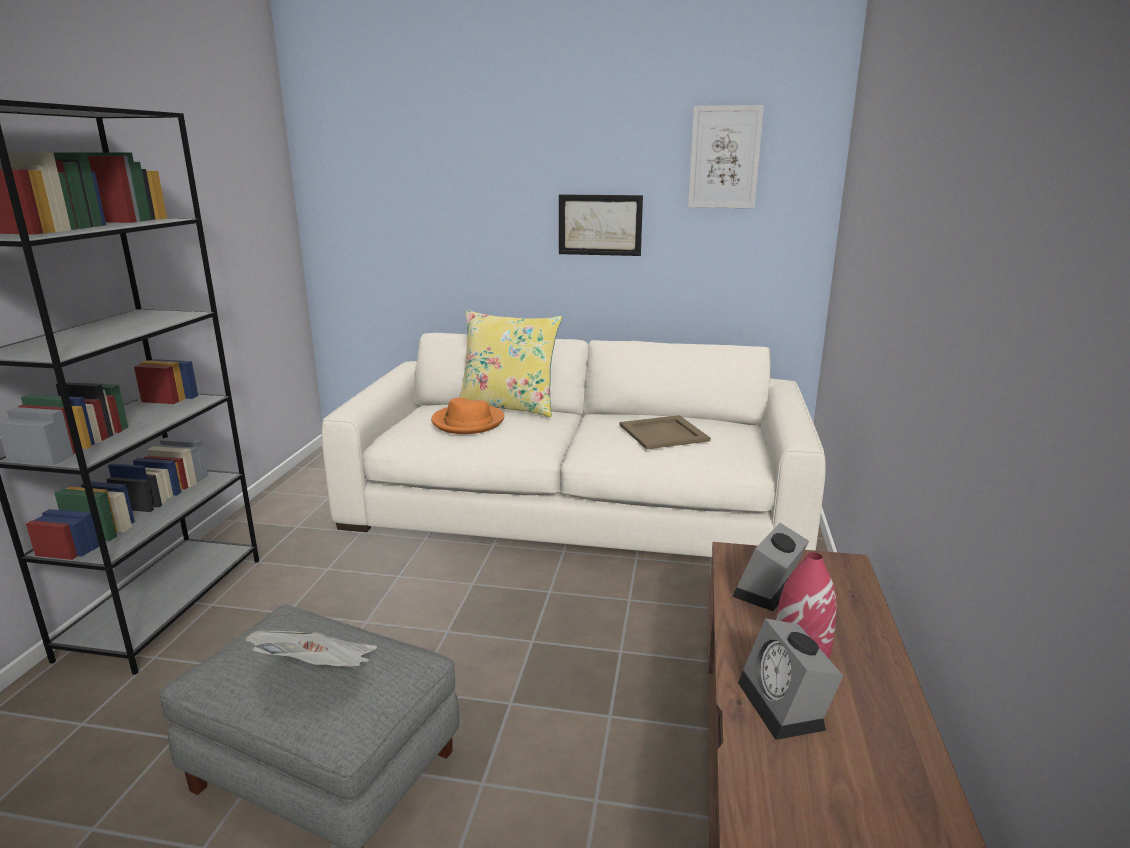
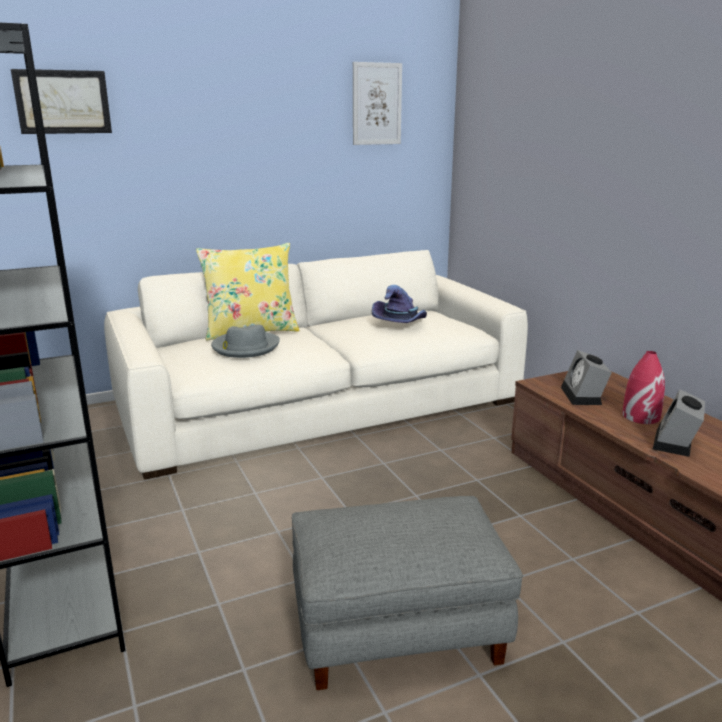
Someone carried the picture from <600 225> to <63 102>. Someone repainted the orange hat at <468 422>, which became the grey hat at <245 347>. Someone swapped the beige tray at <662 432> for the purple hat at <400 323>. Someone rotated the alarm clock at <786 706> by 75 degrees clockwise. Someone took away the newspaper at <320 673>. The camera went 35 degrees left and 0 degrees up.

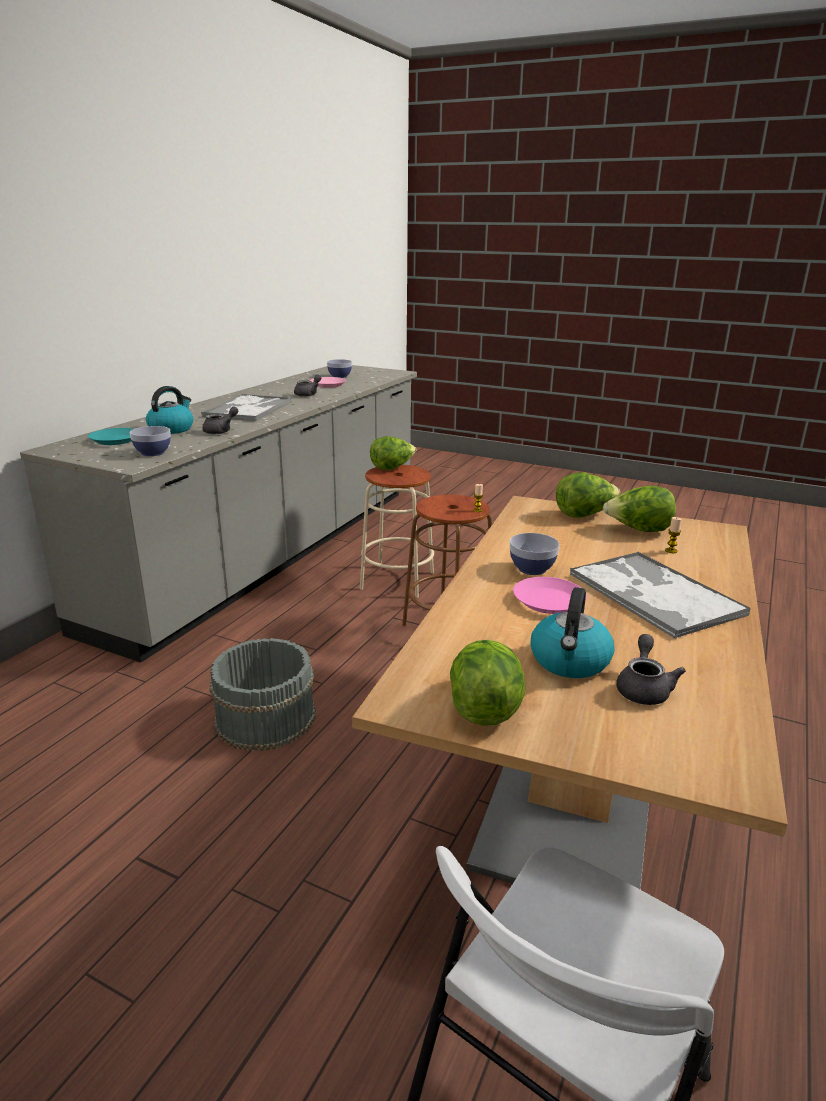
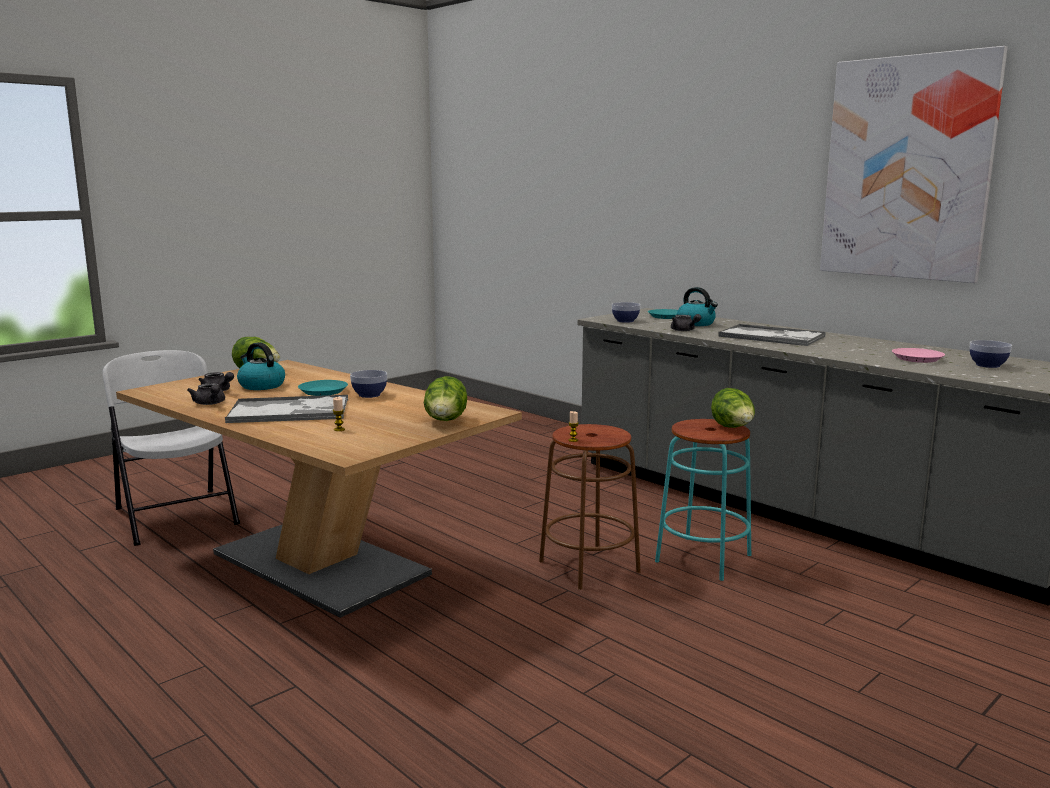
Someone carried the grey teapot from <308 394> to <210 403>. Someone repainted the beige stool at <397 580>, which became the turquoise stool at <703 558>. Someone took away the lettuce at <638 530>. Someone repainted the pink plate at <549 601>, which became the turquoise plate at <322 391>. Someone took away the grey bucket at <264 717>. Someone put up the picture at <907 168>. The camera went 110 degrees right and 10 degrees down.

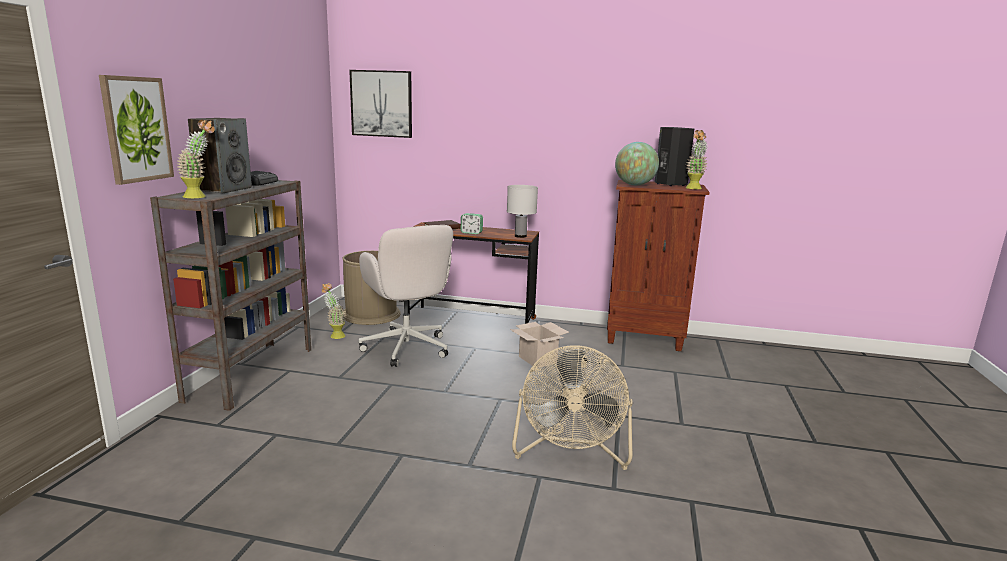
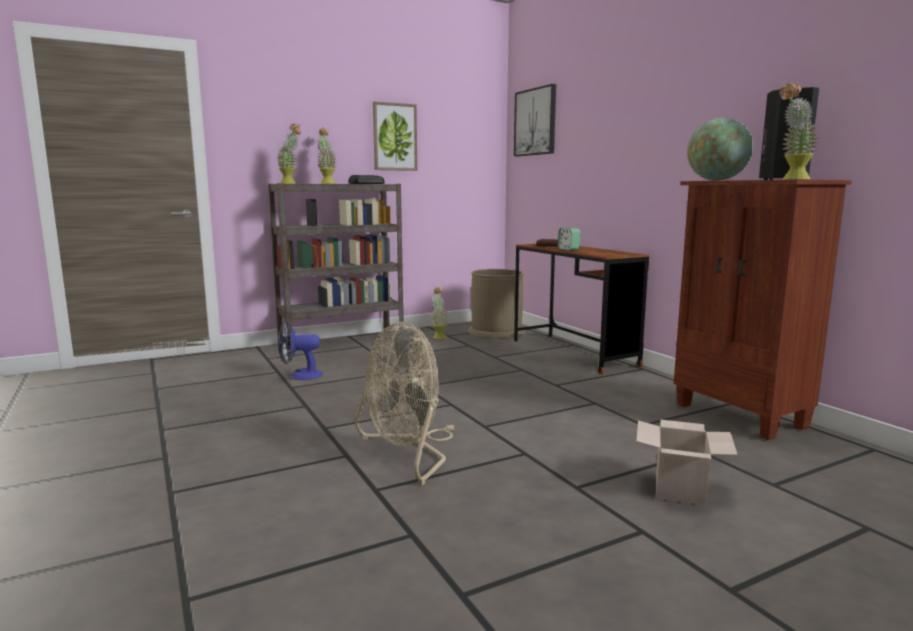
Someone carried the picture from <136 129> to <394 137>. Someone swapped the speaker at <224 189> for the potted plant at <326 183>. Someone took away the white table lamp at <520 236>. Someone took away the white office chair at <406 348>. Someone carried the cardboard box from <538 360> to <681 489>. Someone put down the fan at <300 375>. The camera went 50 degrees right and 5 degrees down.

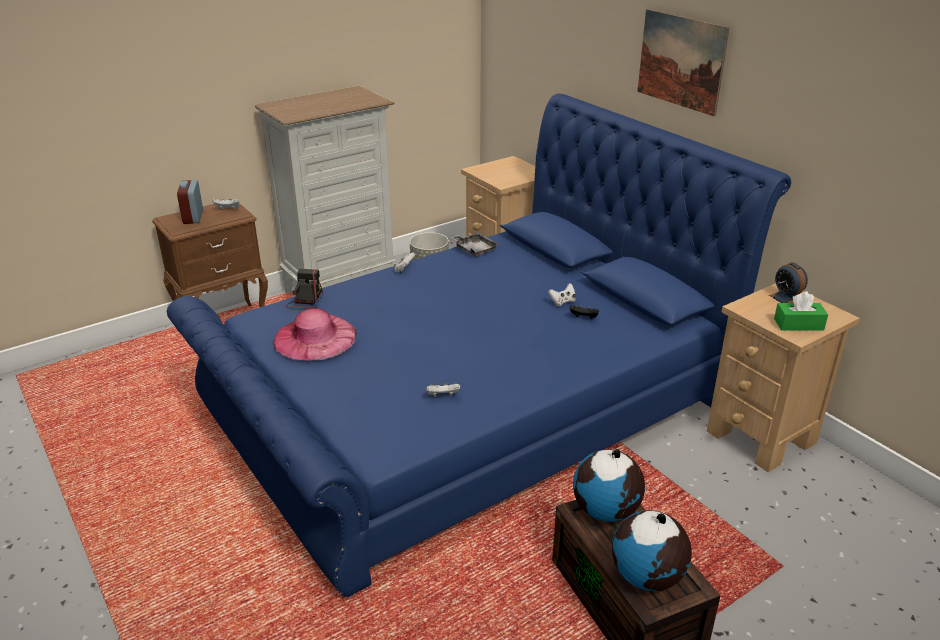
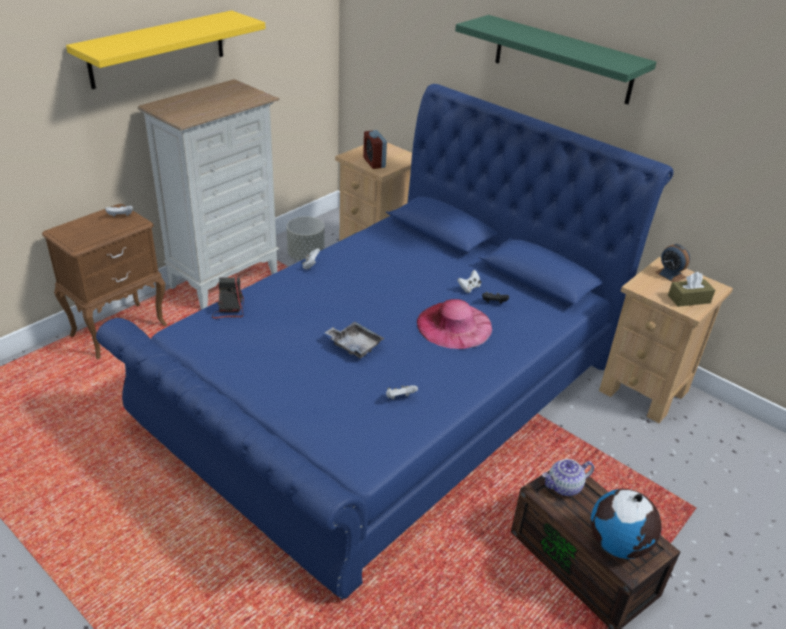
Someone swapped the picture at <681 61> for the green shelf at <563 59>. Someone carried the alarm clock from <193 217> to <374 163>. Someone carried the grey tray from <474 249> to <354 345>. Someone repainted the green tissue box at <798 324>, which became the brown tissue box at <689 299>. Someone carried the pink hat from <315 337> to <454 325>. Someone swapped the globe at <606 511> for the teapot at <564 487>. Someone put up the yellow shelf at <158 49>. The camera went 15 degrees left and 5 degrees up.

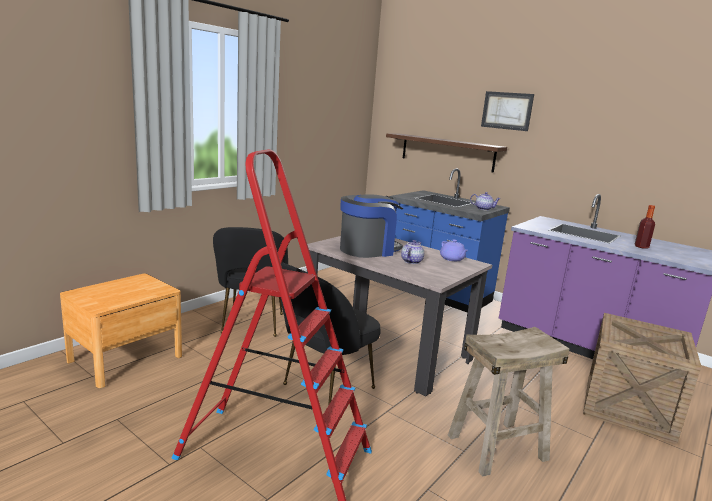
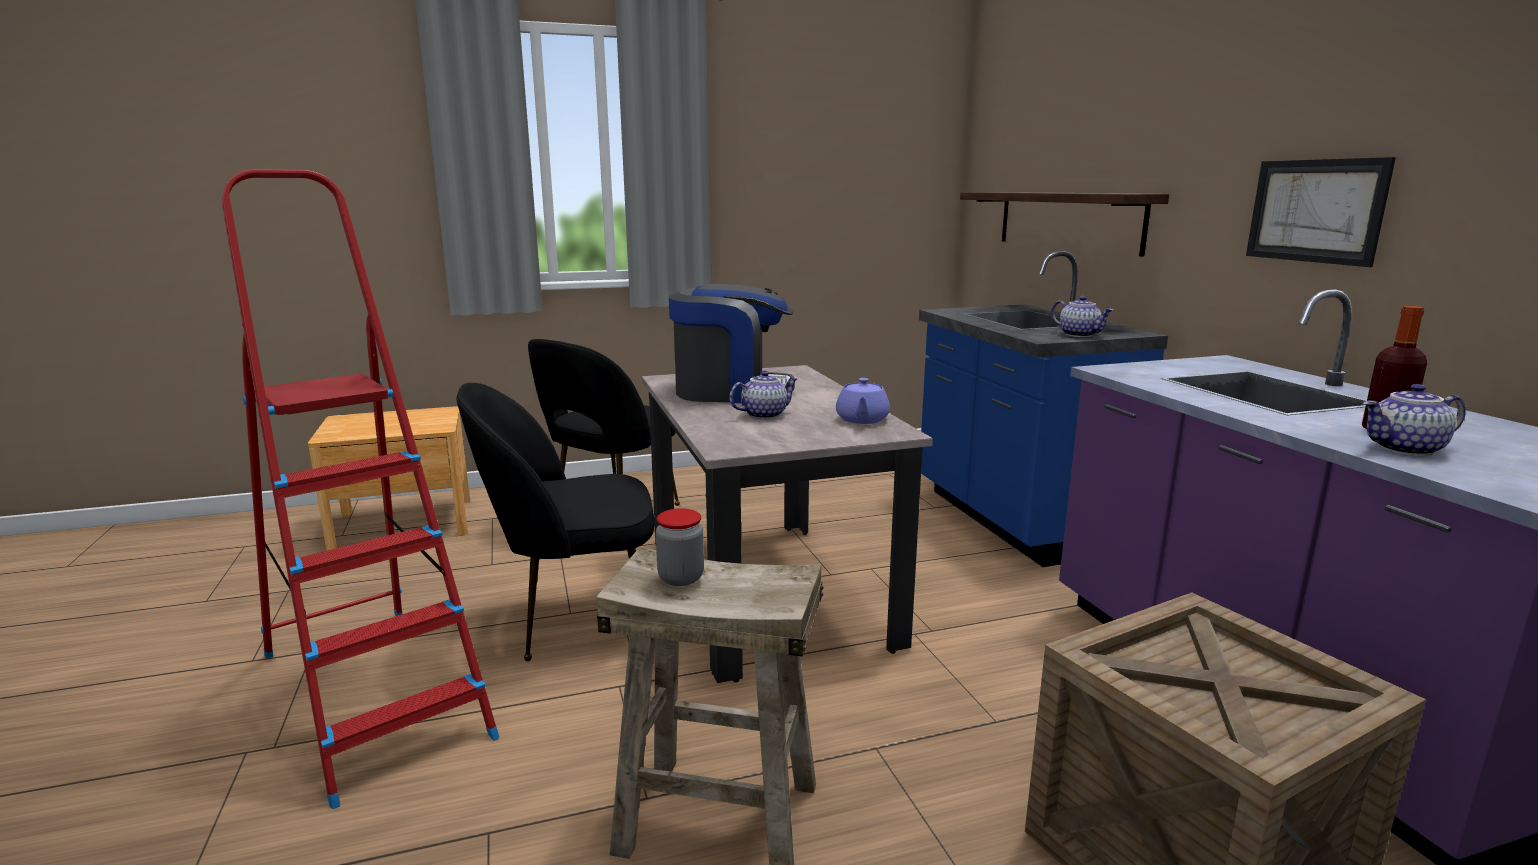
Someone carried the picture from <507 111> to <1315 211>. Someone put down the teapot at <1405 450>. Someone put down the jar at <681 578>. The camera went 35 degrees right and 0 degrees up.

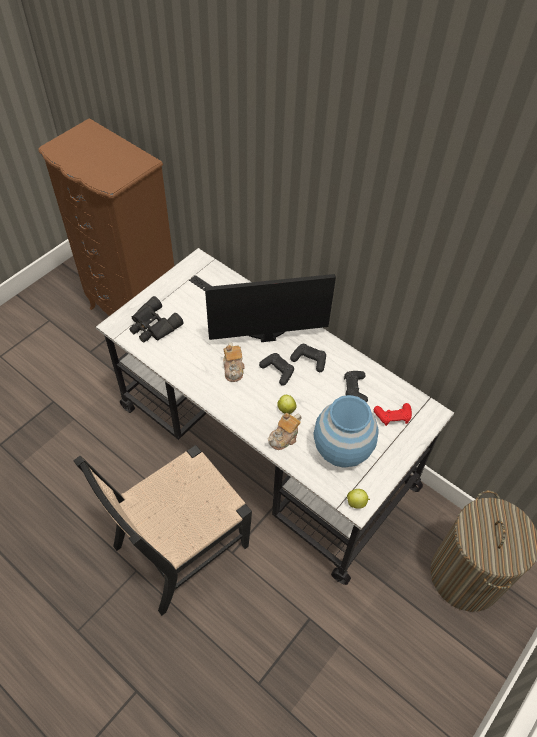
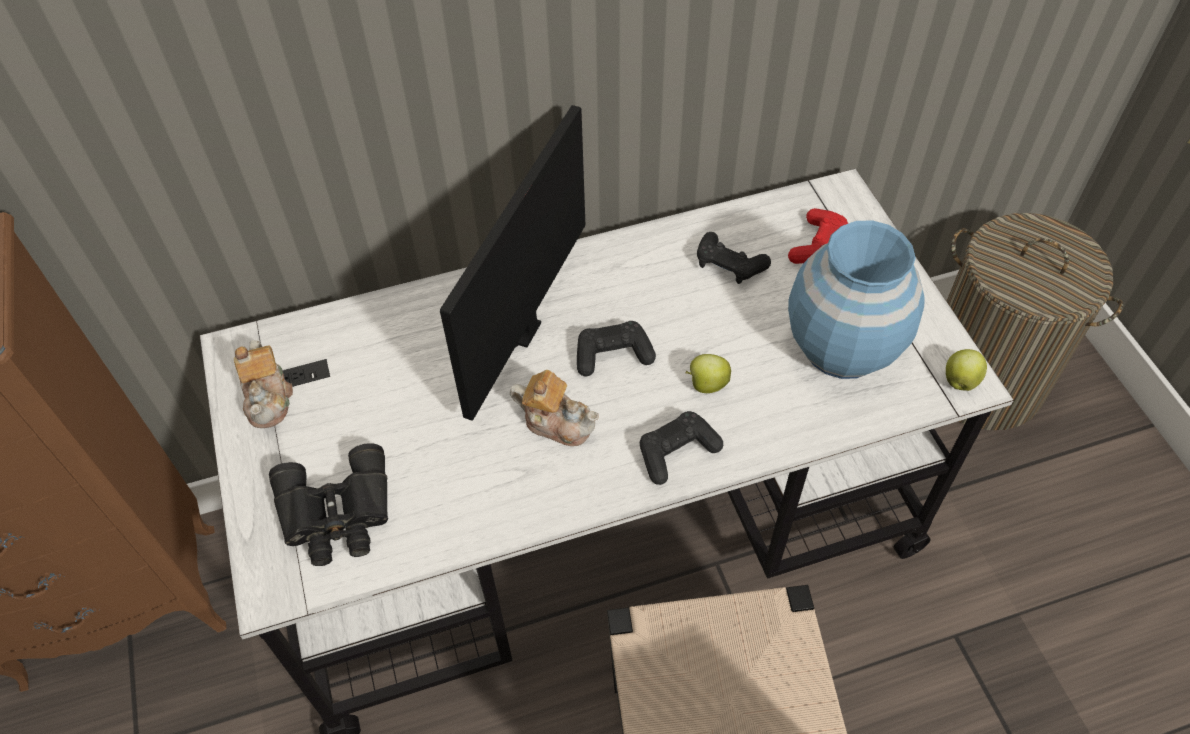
Someone carried the black game controller from <309 360> to <677 452>. Someone carried the teapot from <284 437> to <269 398>. The camera went 55 degrees left and 0 degrees up.

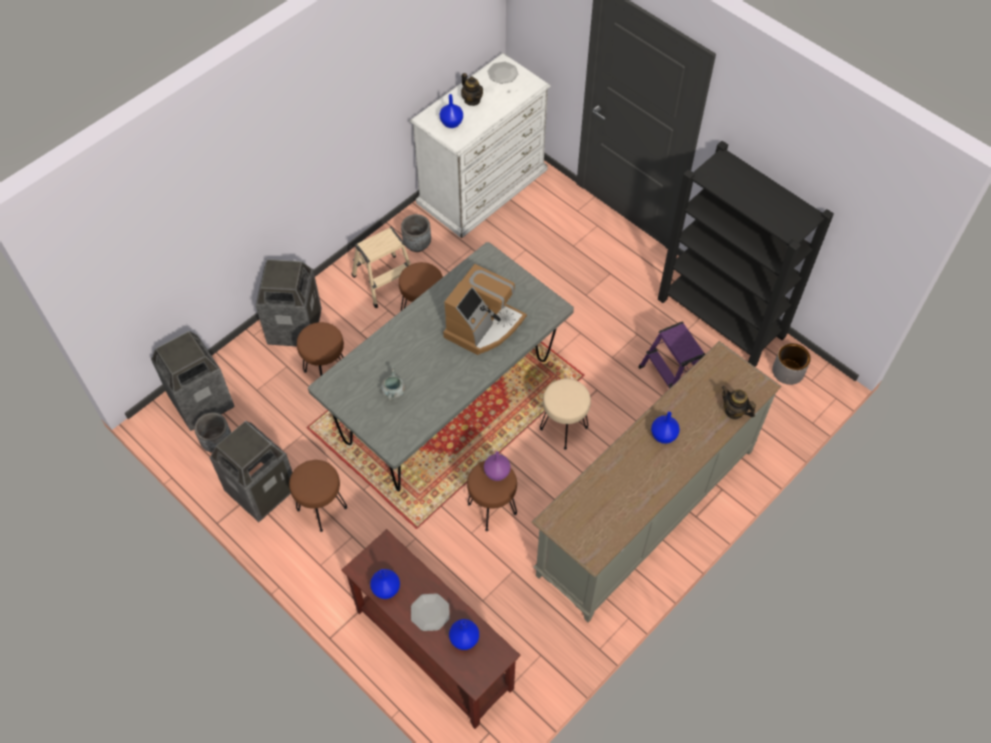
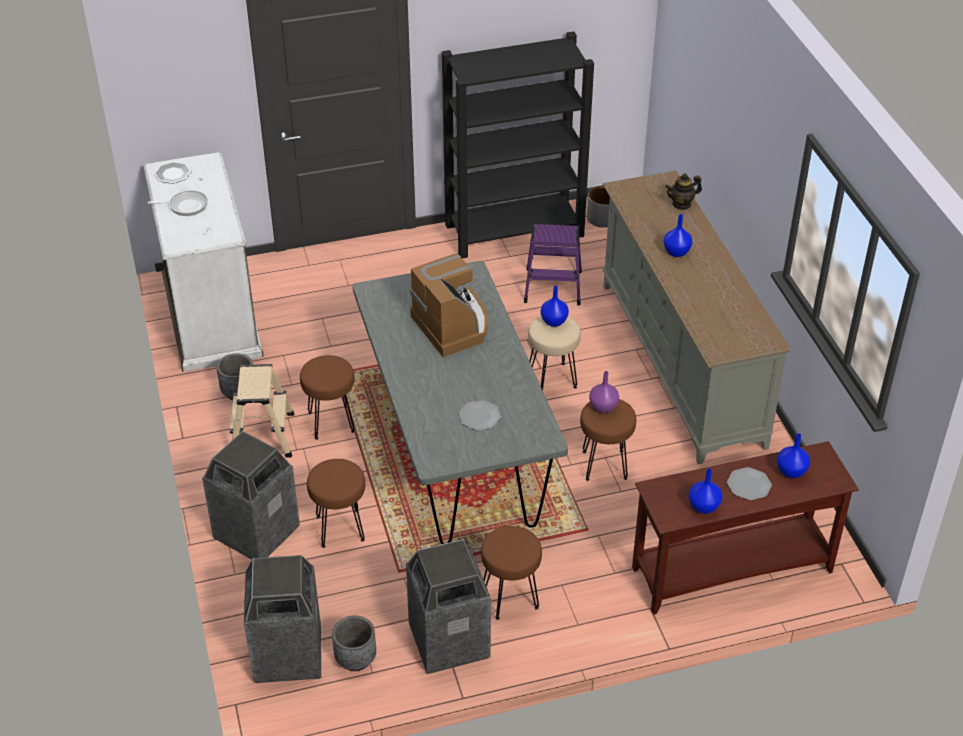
Someone swapped the teapot at <472 100> for the frying pan at <185 206>. Someone carried the blue vase from <452 123> to <554 321>. Someone swapped the grey cooking pot at <394 392> for the plate at <479 416>. The camera went 60 degrees left and 15 degrees down.

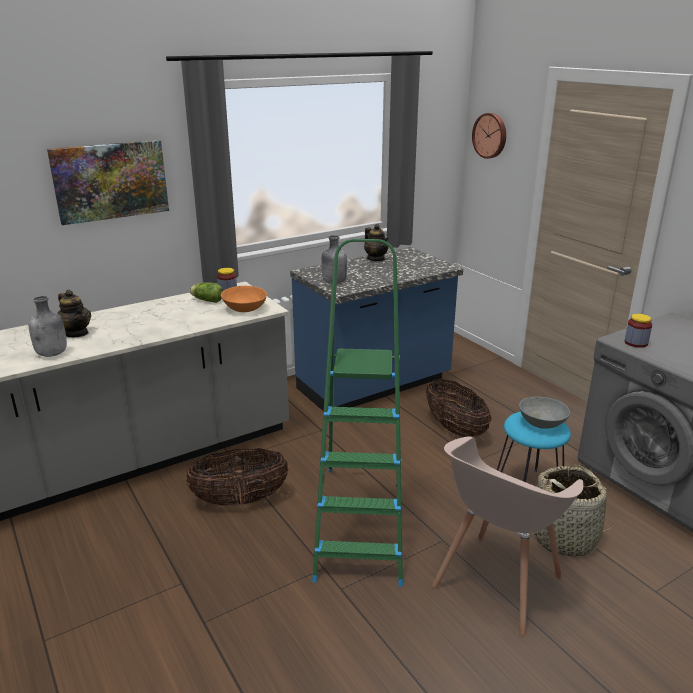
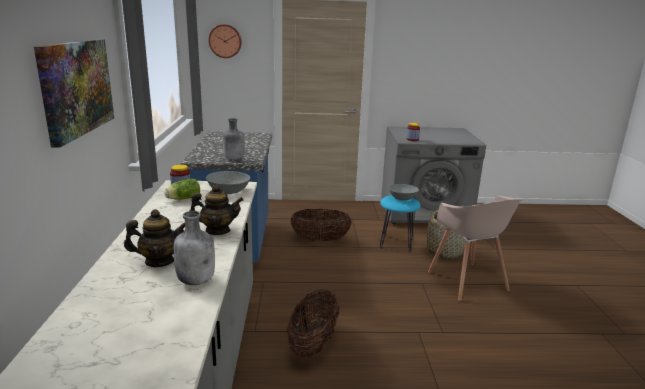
Someone carried the teapot from <376 259> to <217 231>. Someone took away the green step ladder at <361 521>. Someone repainted the orange bowl at <244 309>, which became the grey bowl at <228 191>. The camera went 60 degrees left and 5 degrees down.

